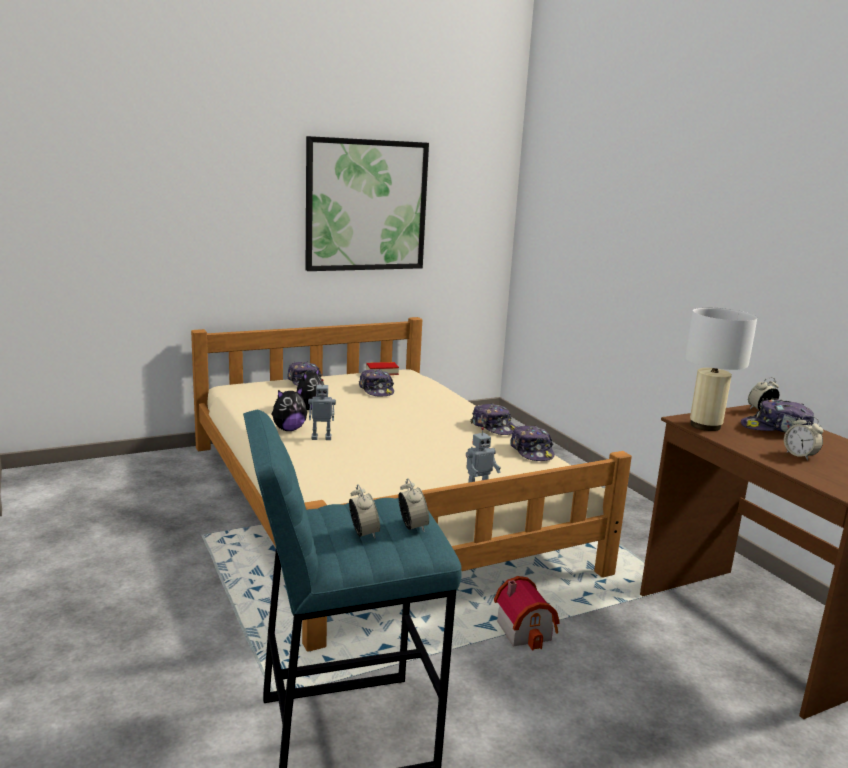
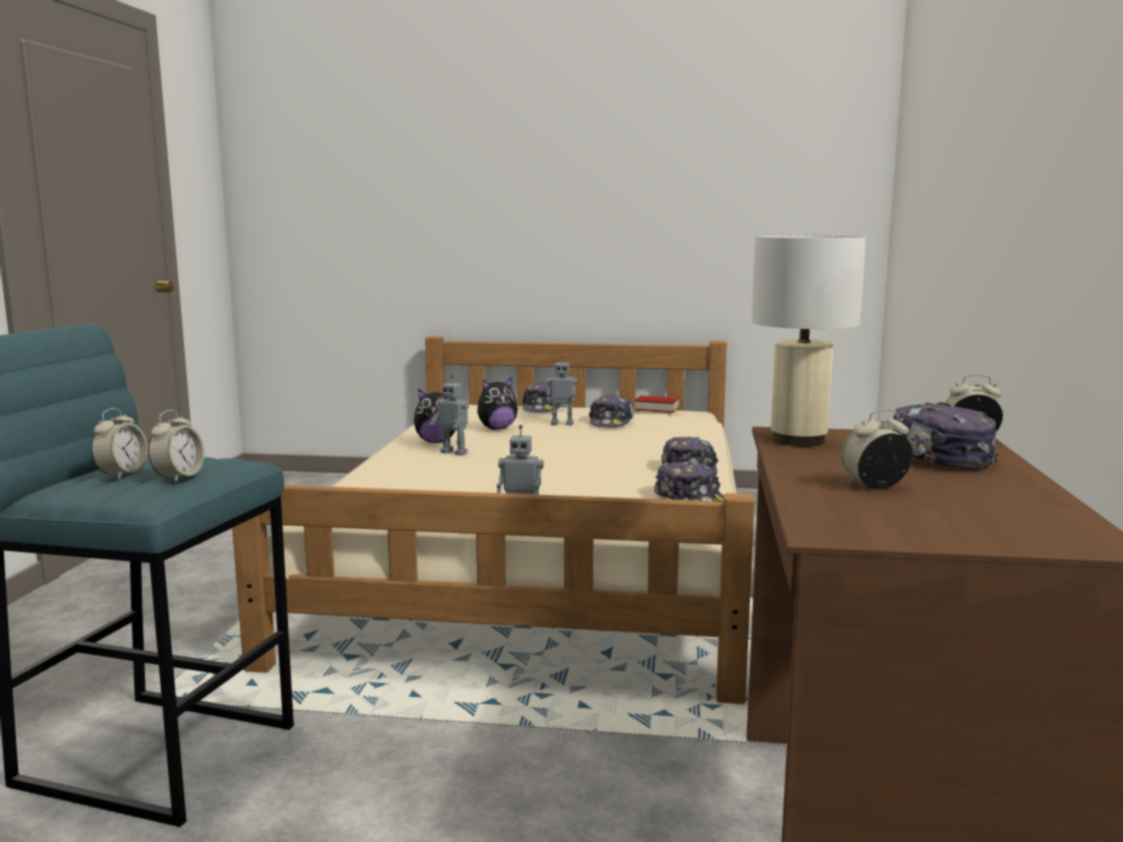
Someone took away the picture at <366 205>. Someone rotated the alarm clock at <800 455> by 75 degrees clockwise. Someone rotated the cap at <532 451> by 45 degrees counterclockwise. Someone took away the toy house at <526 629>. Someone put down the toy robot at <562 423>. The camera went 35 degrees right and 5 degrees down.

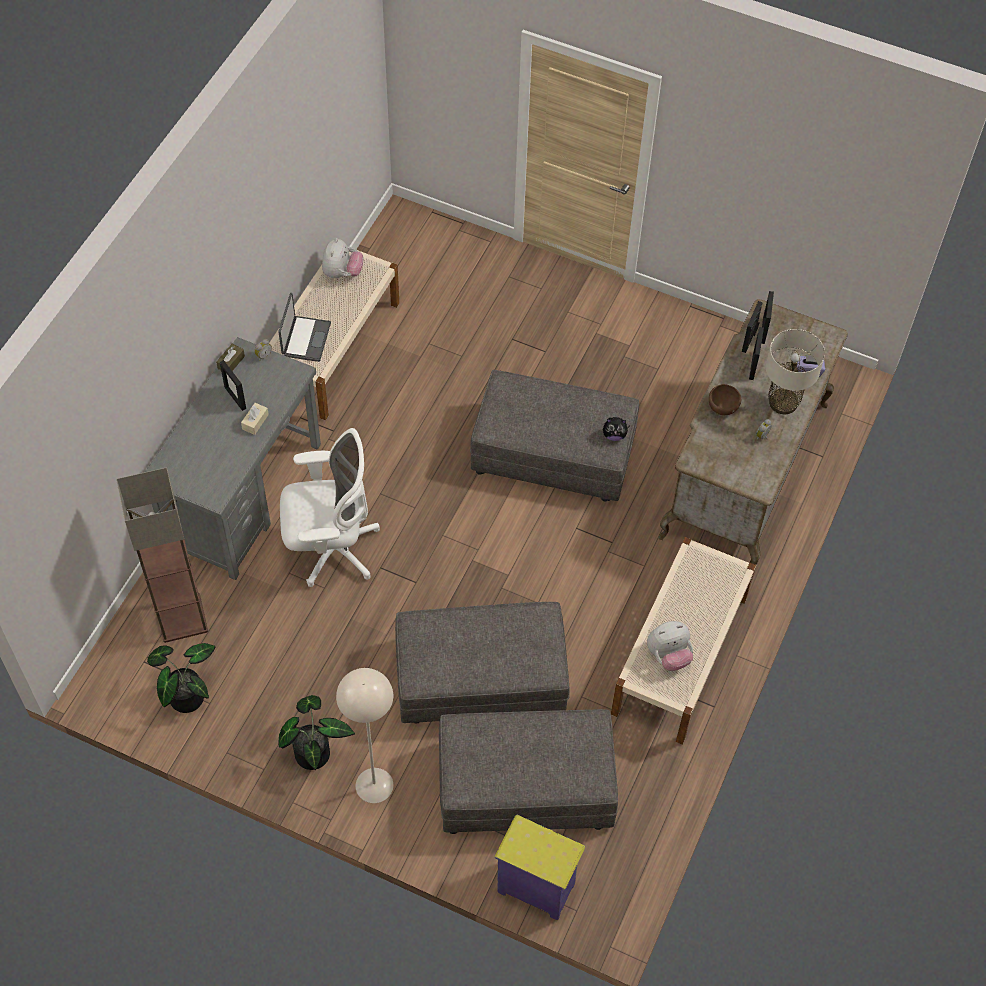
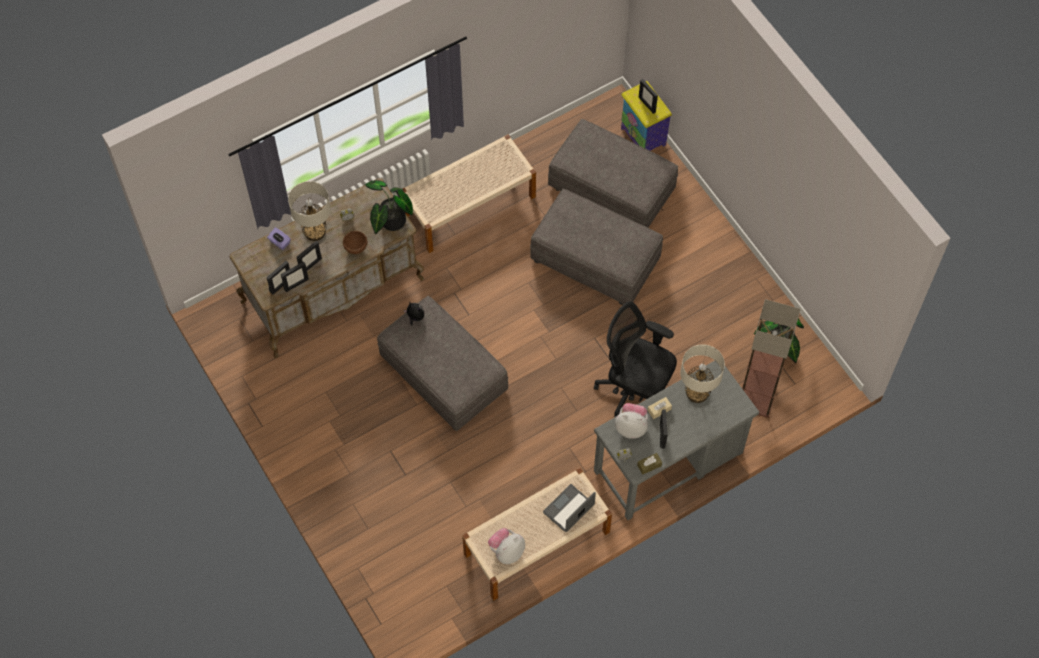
Someone repainted the white office chair at <329 550>, which became the black office chair at <635 390>. Someone carried the plush toy from <668 655> to <631 427>. Someone took away the beige floor lamp at <374 785>. Someone carried the potted plant from <314 750> to <390 222>. Someone put down the picture frame at <647 104>. Someone put down the table lamp at <697 392>. The camera went 145 degrees left and 5 degrees up.

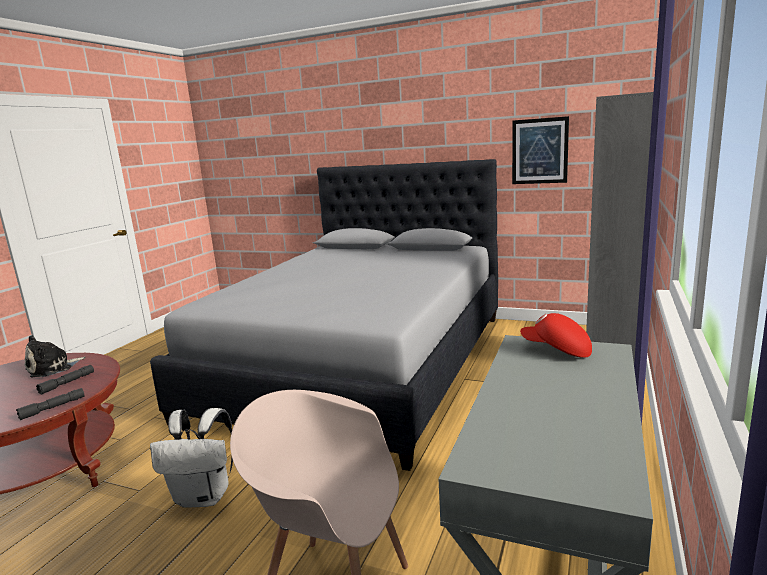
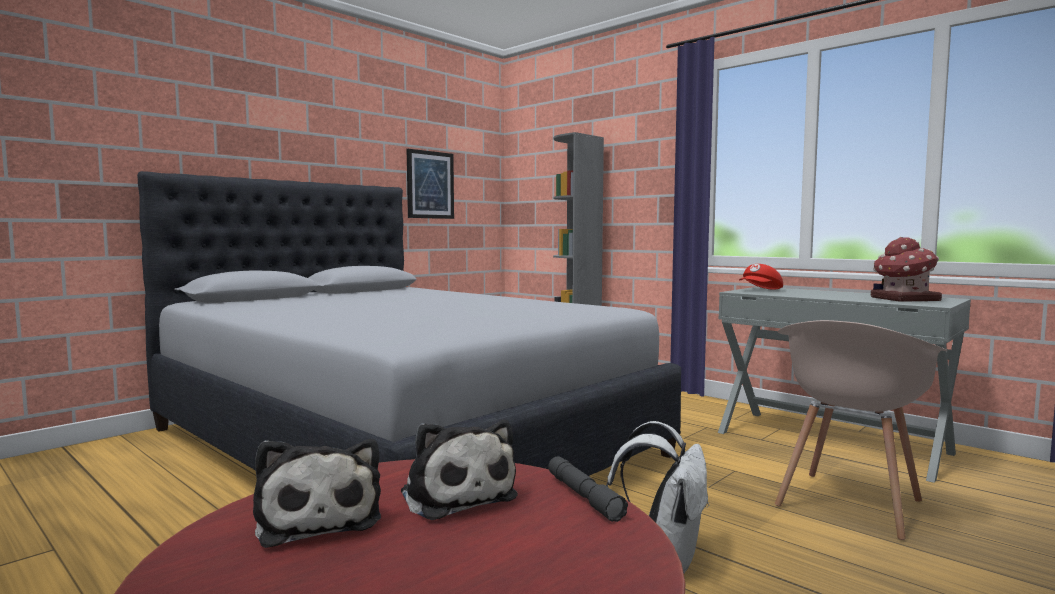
Someone swapped the grey flashlight at <67 383> for the plush toy at <456 494>. Someone put down the toy house at <903 299>. The camera went 70 degrees left and 10 degrees down.

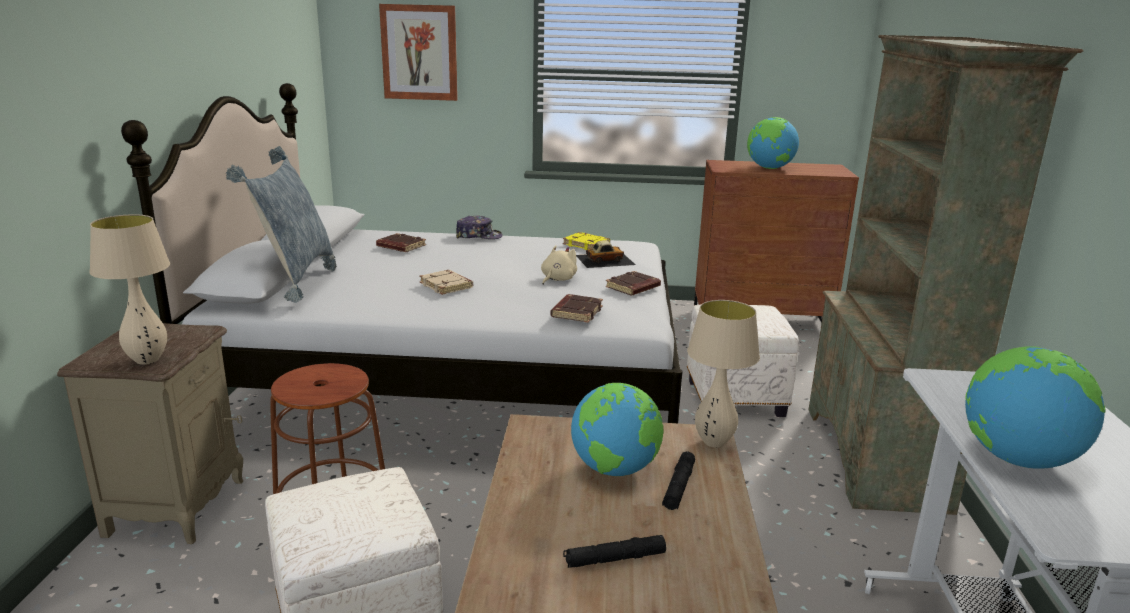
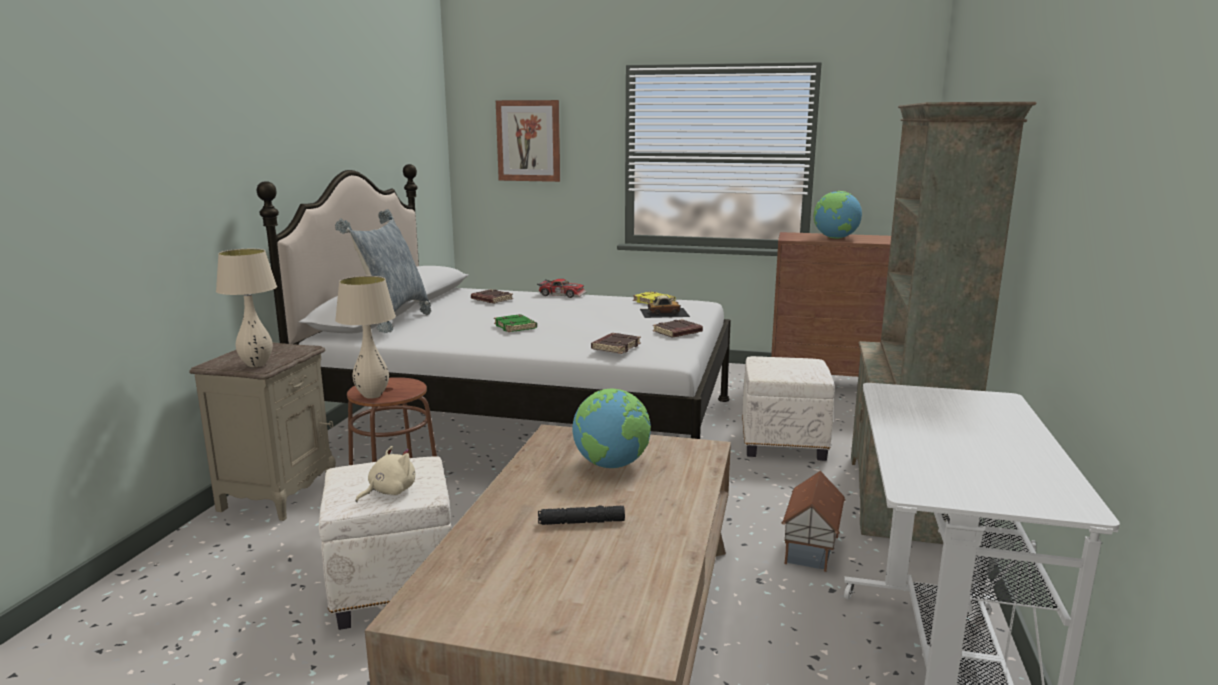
Someone swapped the cap at <479 236> for the toy car at <562 294>. Someone carried the beige plush toy from <557 279> to <389 492>. Someone repainted the beige book at <447 286>, which became the green book at <516 327>. Someone carried the beige table lamp from <713 442> to <372 396>. Someone took away the globe at <1017 459>. Someone took away the black flashlight at <678 487>. Someone put down the toy house at <812 550>. The camera went 10 degrees right and 5 degrees down.

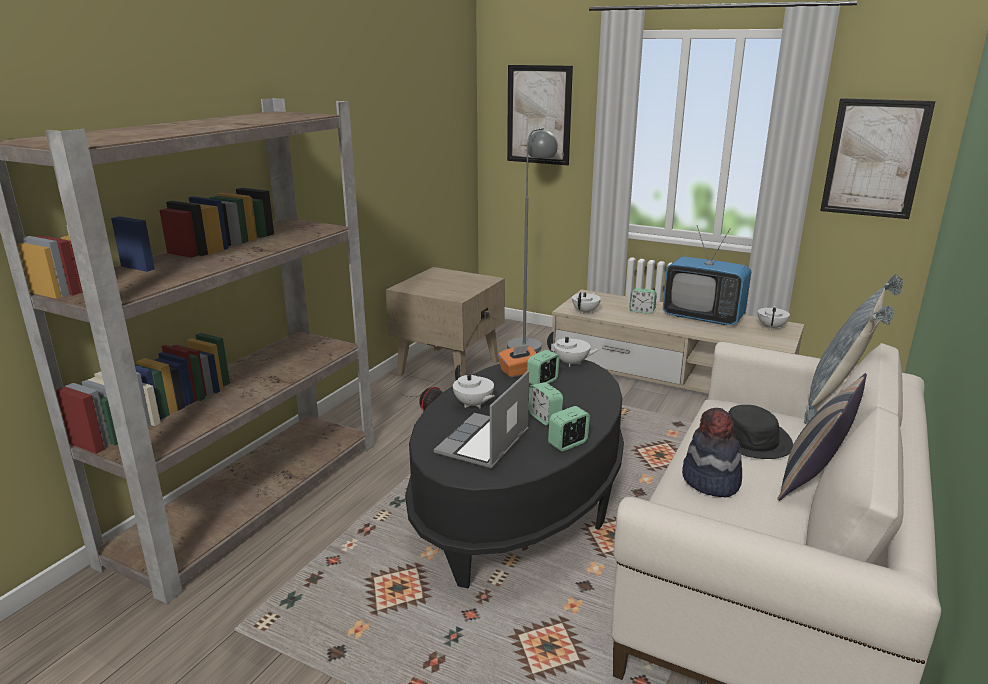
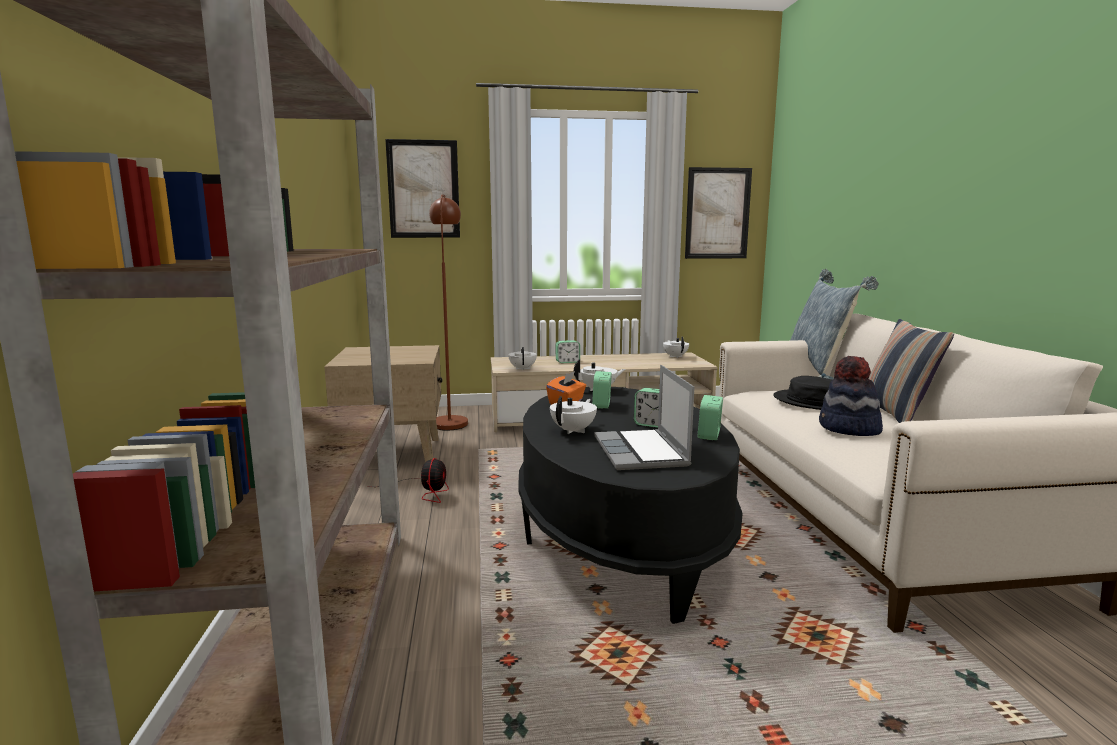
Someone repainted the grey floor lamp at <529 344>, which became the brown floor lamp at <450 421>. Someone took away the television at <703 317>. Someone rotated the white teapot at <473 404> by 75 degrees counterclockwise. The camera went 35 degrees left and 10 degrees down.

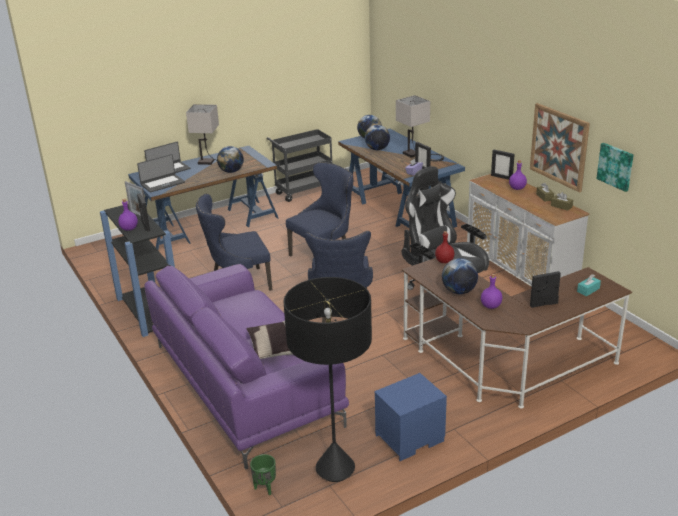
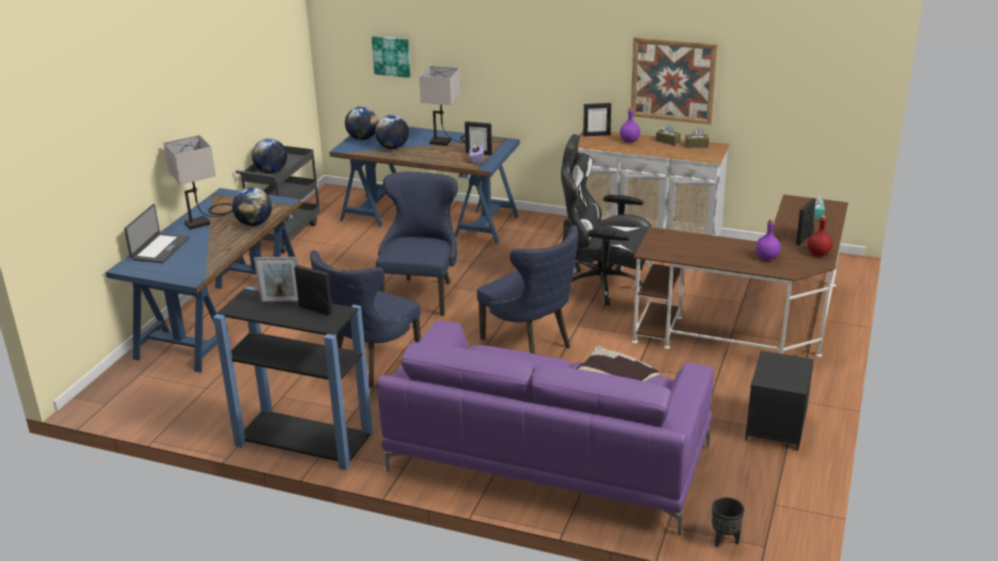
Someone carried the picture from <616 166> to <392 56>. Someone took away the laptop at <162 183>. Someone took away the purple bottle at <129 228>. Someone carried the red bottle from <444 261> to <818 253>. Someone carried the globe from <459 291> to <271 171>. Someone took away the black floor lamp at <335 471>. Someone repainted the blue nightstand at <409 439>, which became the black nightstand at <776 428>. Someone repainted the green planter at <265 488>, which became the black planter at <724 540>. The camera went 40 degrees left and 0 degrees up.

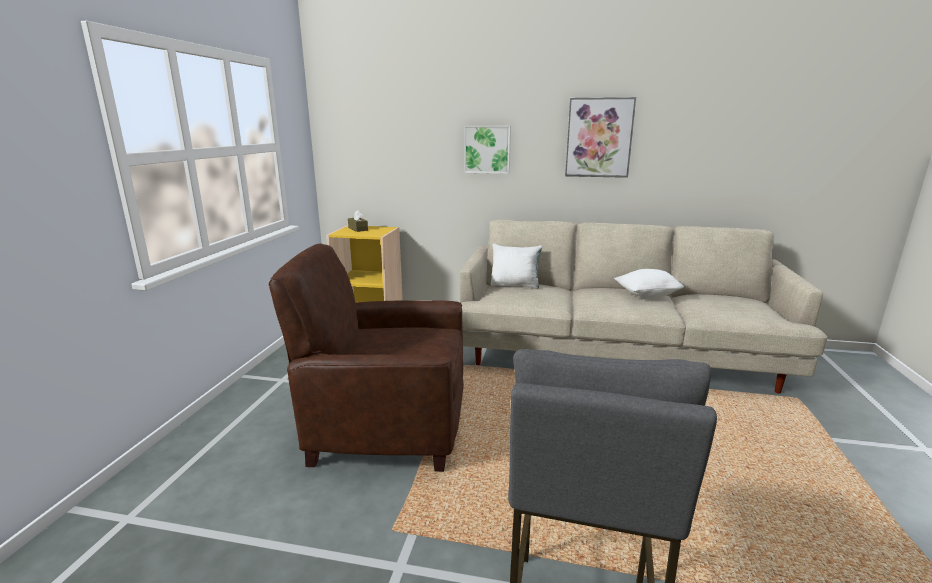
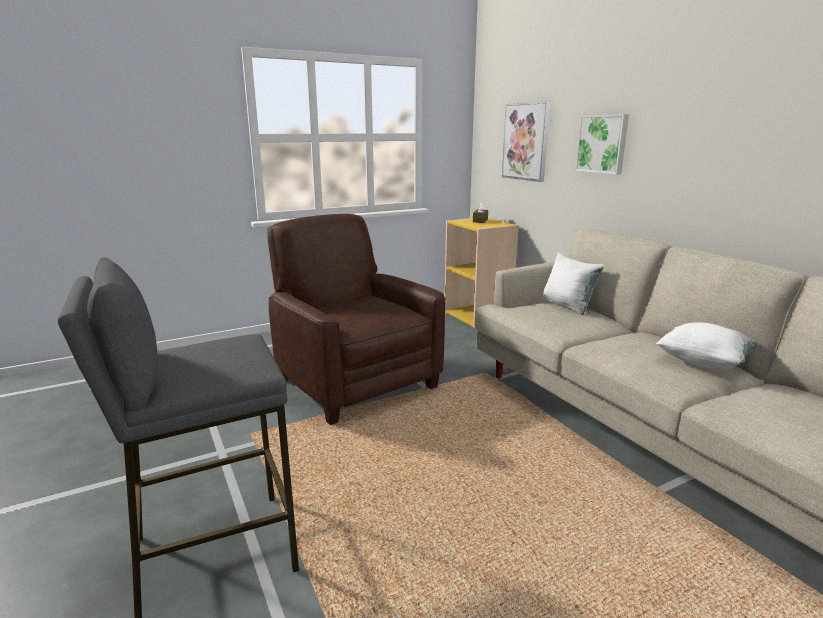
Someone carried the picture from <599 138> to <526 142>. The camera went 50 degrees right and 0 degrees up.

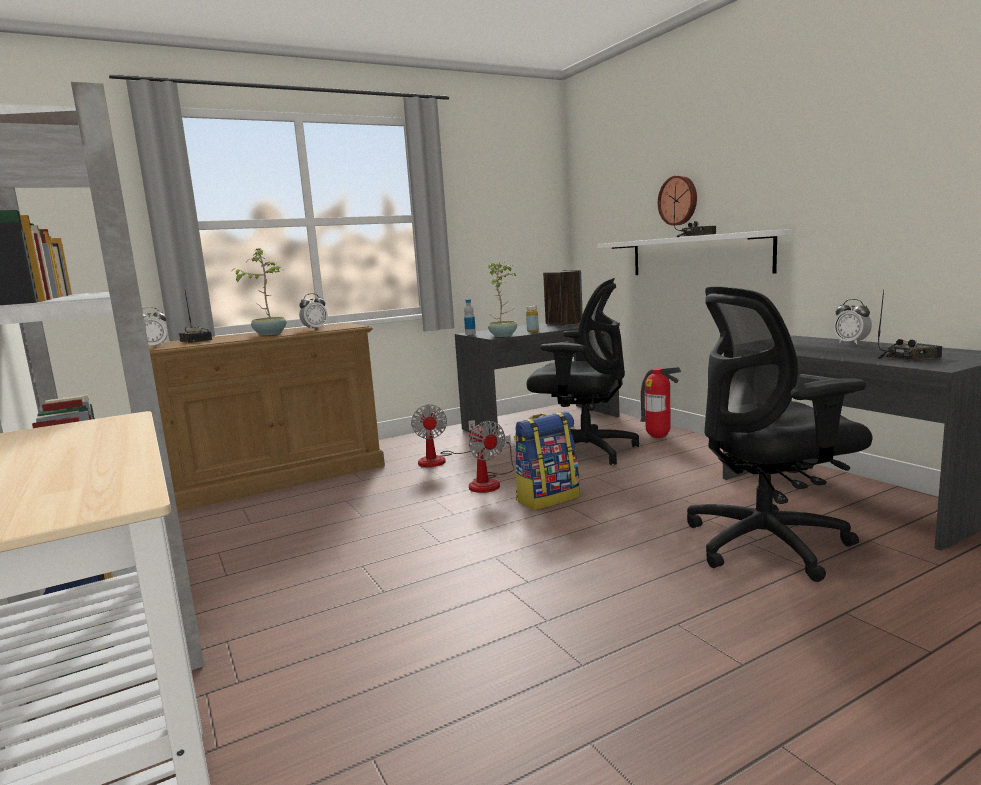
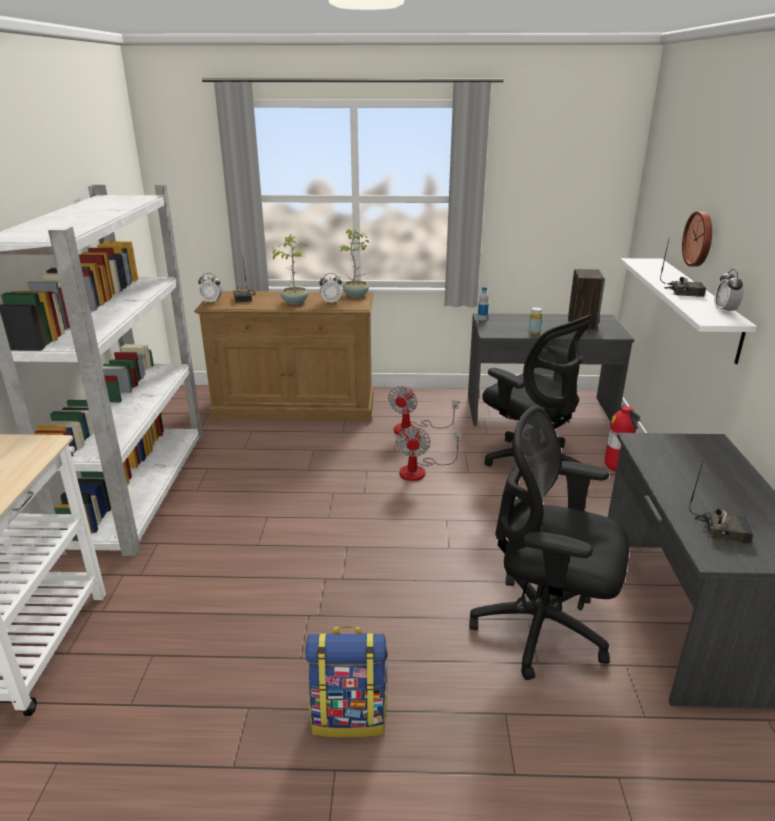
Someone carried the potted plant from <504 335> to <356 295>. Someone carried the alarm clock from <851 343> to <724 311>. Someone carried the backpack from <547 498> to <349 716>. The camera went 30 degrees right and 15 degrees up.

